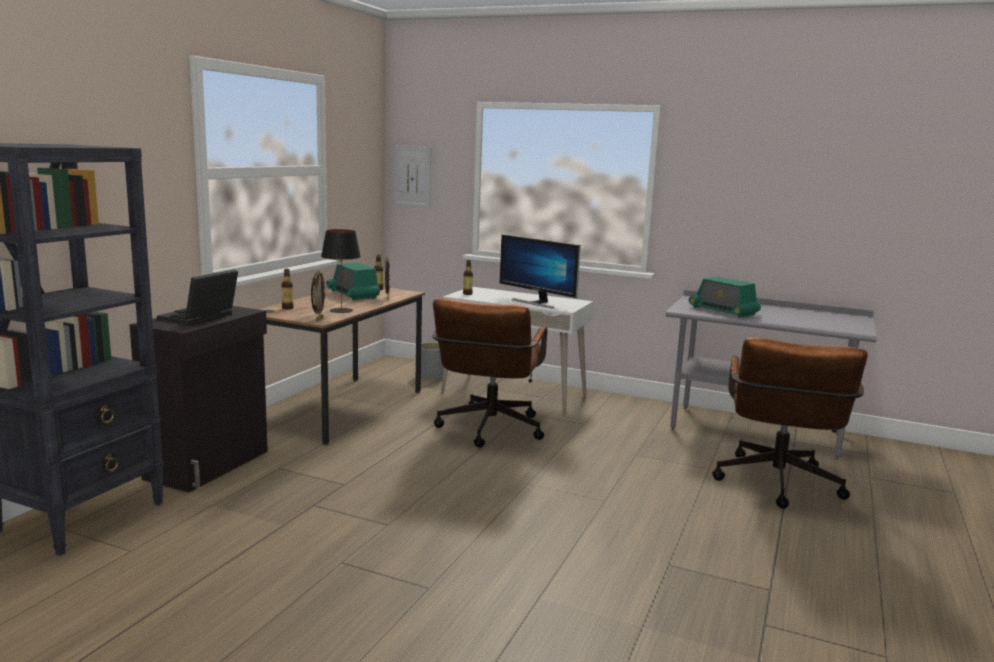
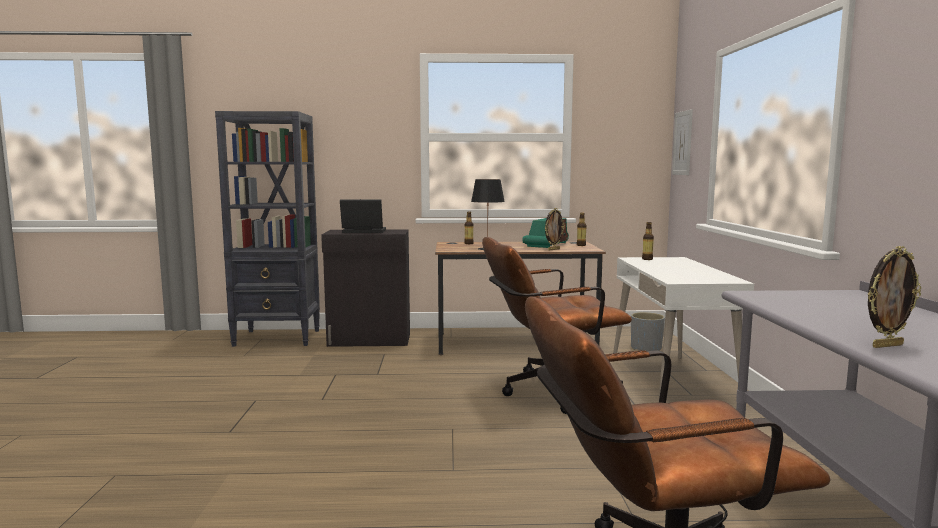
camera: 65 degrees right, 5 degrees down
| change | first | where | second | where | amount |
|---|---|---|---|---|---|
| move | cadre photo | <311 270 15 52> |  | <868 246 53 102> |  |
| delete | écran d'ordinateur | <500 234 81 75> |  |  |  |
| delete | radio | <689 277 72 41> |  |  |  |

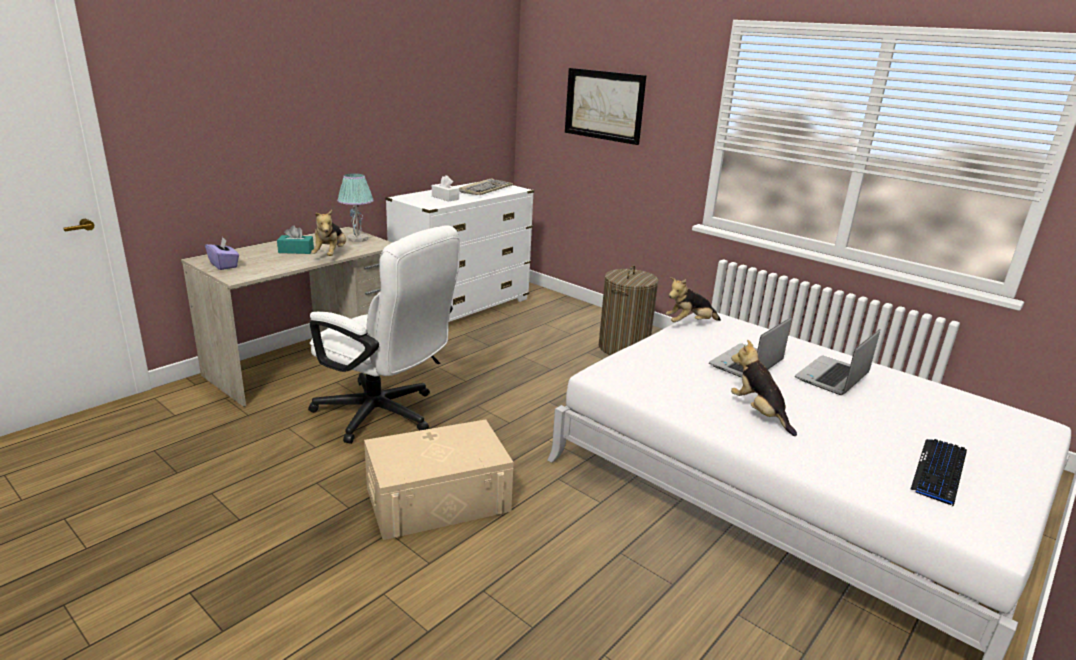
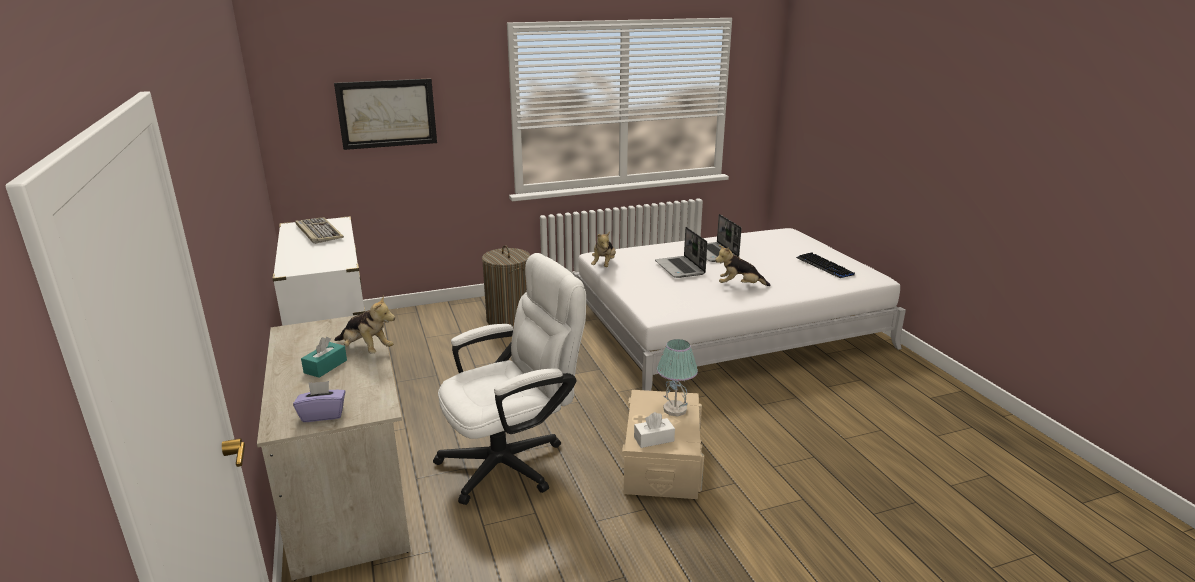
camera: 60 degrees left, 0 degrees up
| change | first | where | second | where | amount |
|---|---|---|---|---|---|
| move | lampe de table | <337 173 37 69> |  | <657 339 41 77> |  |
| move | boîte à mouchoirs/blanc | <432 175 27 27> |  | <634 412 41 36> |  |

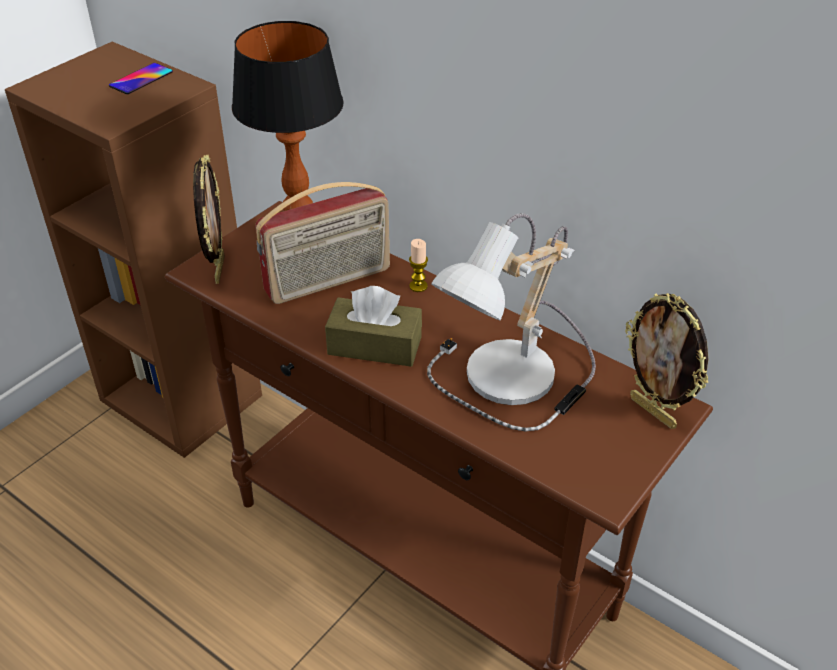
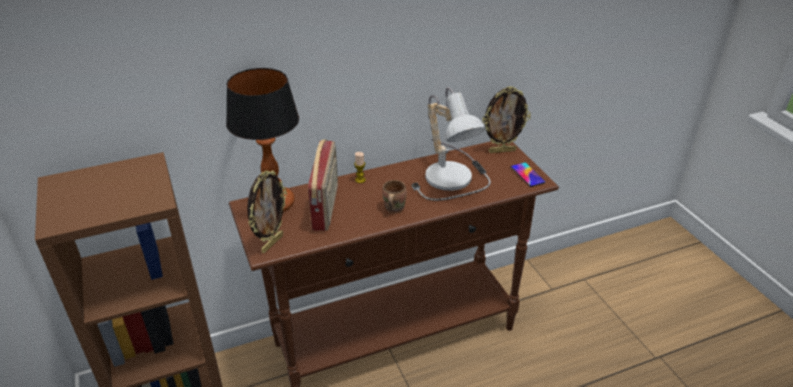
camera: 60 degrees left, 5 degrees down
| change | first | where | second | where | amount |
|---|---|---|---|---|---|
| move | téléphone | <109 63 64 31> |  | <511 162 35 25> |  |
| rotate | cadre photo | <193 155 32 129> |  | <247 170 40 83> | 90 degrees clockwise |
| replace | boîte à mouchoirs/marron | <325 286 97 81> | mug/marron | <382 180 25 33> |  |

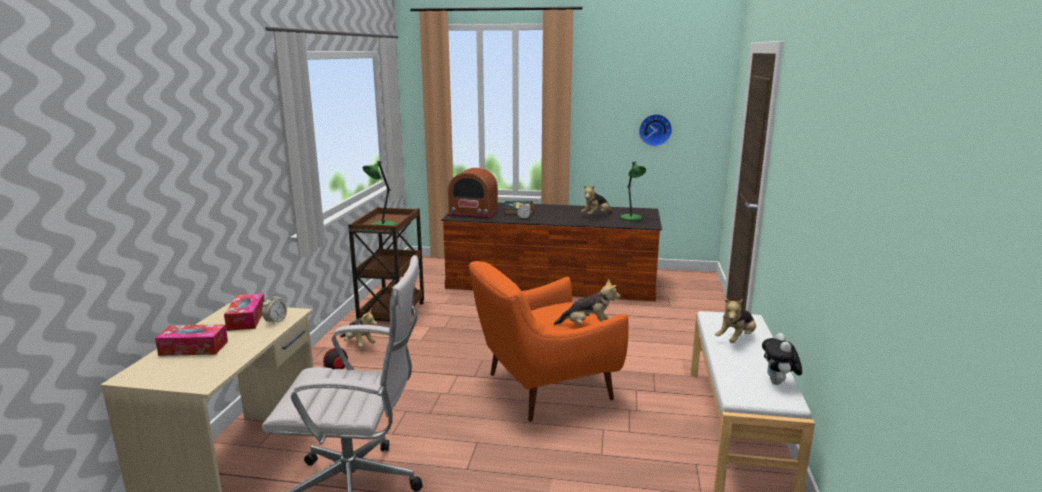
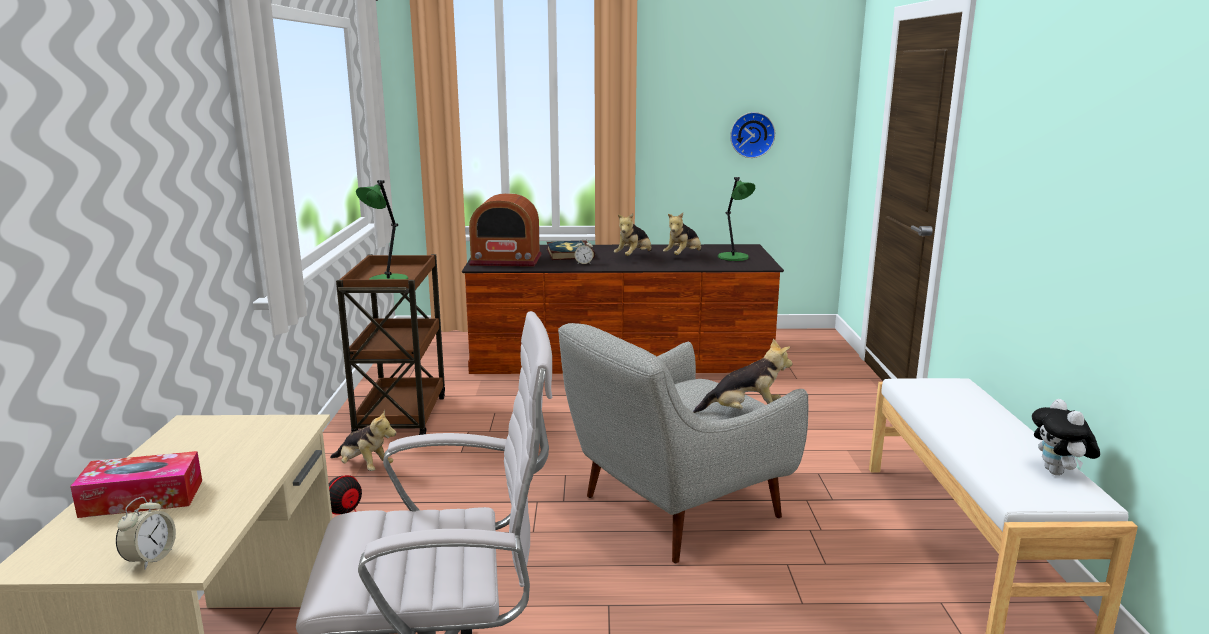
camera: 10 degrees left, 0 degrees up
| change | first | where | second | where | amount |
|---|---|---|---|---|---|
| delete | boîte à mouchoirs | <224 293 41 38> |  |  |  |
| move | réveil | <262 293 25 32> |  | <116 497 60 73> |  |
| recolor | fauteuil/orange | <469 261 159 161> | fauteuil/gris | <558 323 250 240> |  |
| move | peluche | <715 299 41 44> |  | <614 213 38 43> |  |

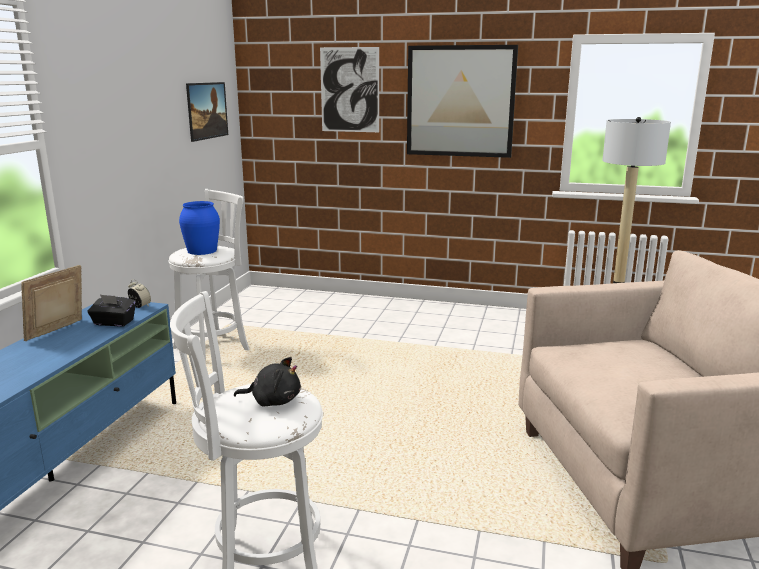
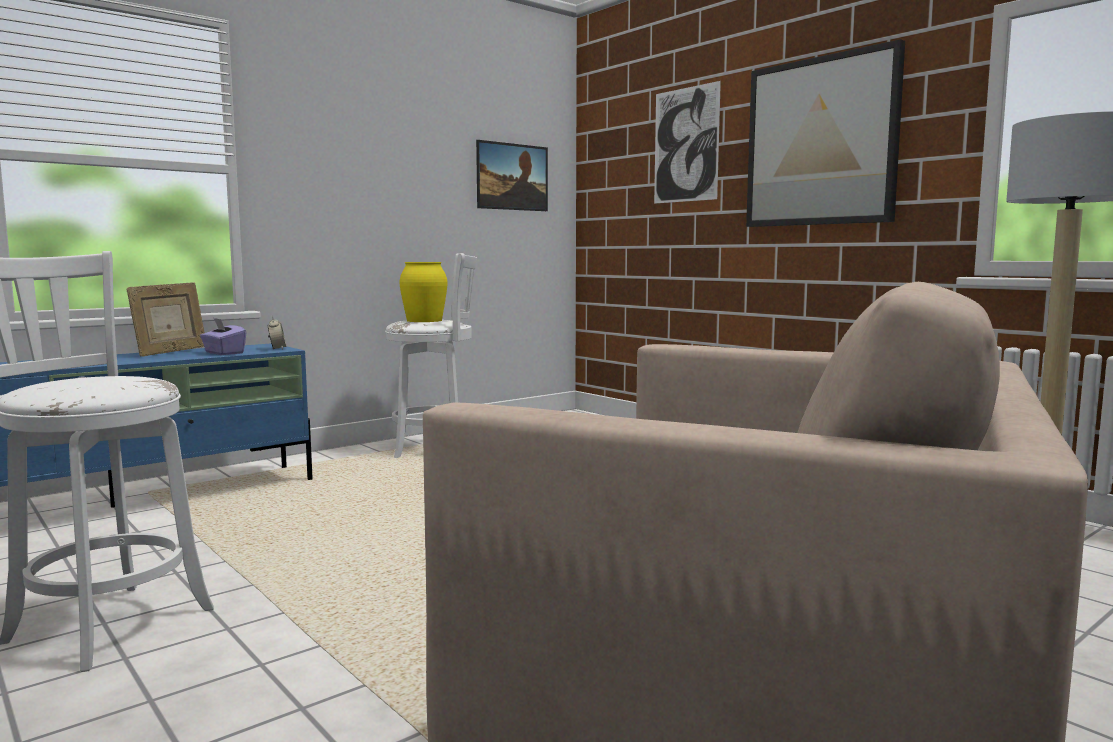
camera: 35 degrees right, 10 degrees down
| change | first | where | second | where | amount |
|---|---|---|---|---|---|
| rotate | cadre photo | <21 265 61 76> |  | <127 282 77 74> | 150 degrees clockwise |
| recolor | boîte à mouchoirs/noir | <88 295 48 32> | boîte à mouchoirs/violet | <200 318 46 37> |  |
| recolor | vase/bleu | <179 201 41 54> | vase/jaune | <400 262 47 60> |  |
| delete | peluche/noir | <234 357 67 50> |  |  |  |

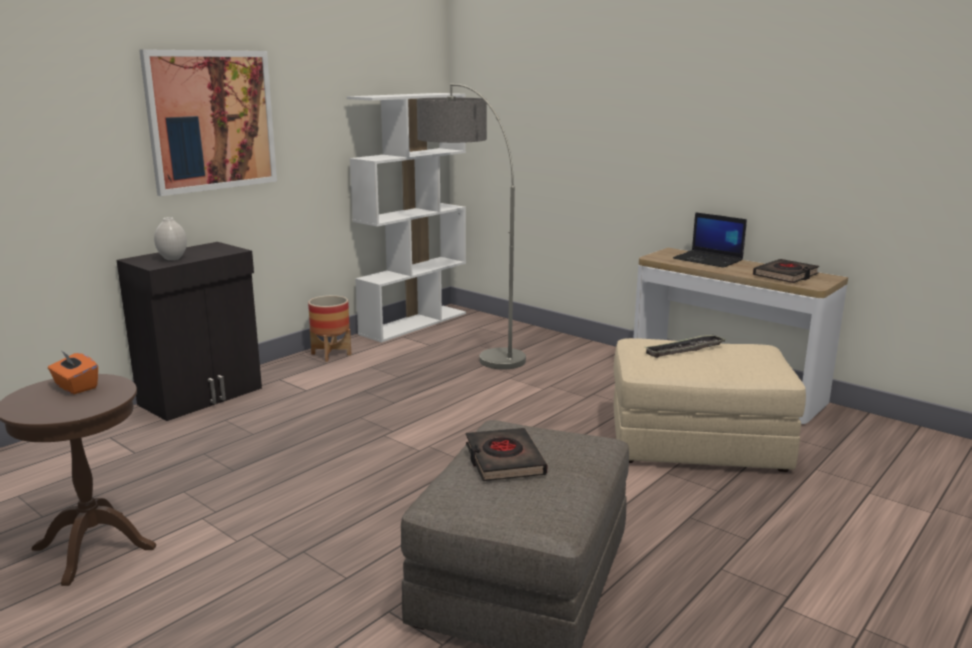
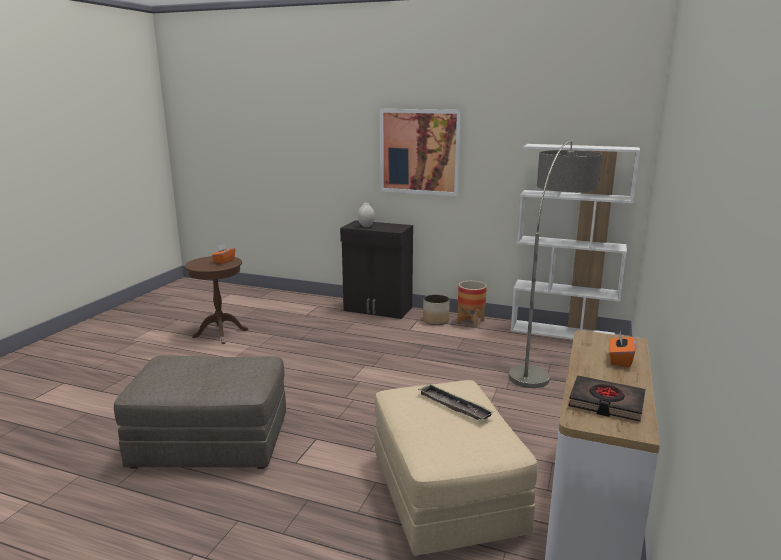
camera: 70 degrees right, 0 degrees up
| change | first | where | second | where | amount |
|---|---|---|---|---|---|
| delete | livre/noir | <466 428 81 53> |  |  |  |
| replace | ordinateur portable | <673 212 74 56> | boîte à mouchoirs/orange | <609 331 27 36> |  |
| insert |  |  | cache-pot | <423 294 27 31> |  |

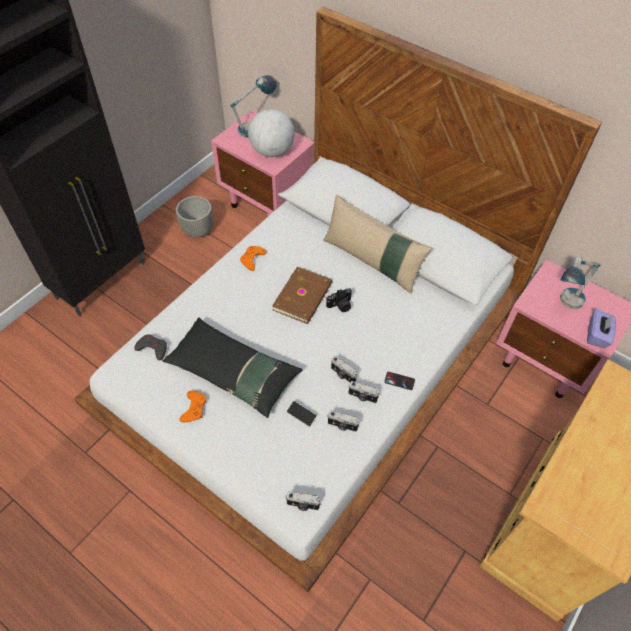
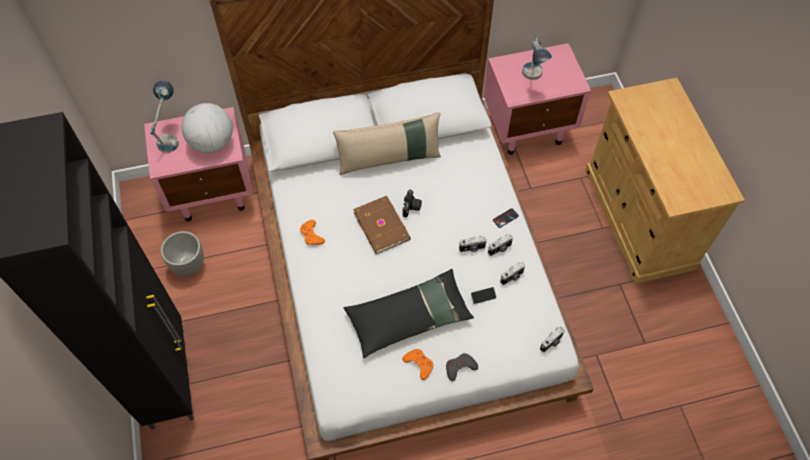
camera: 50 degrees left, 5 degrees up
| change | first | where | second | where | amount |
|---|---|---|---|---|---|
| move | manette/gris | <134 334 33 26> |  | <446 353 32 28> |  |
| delete | boîte à mouchoirs/violet | <587 308 29 40> |  |  |  |

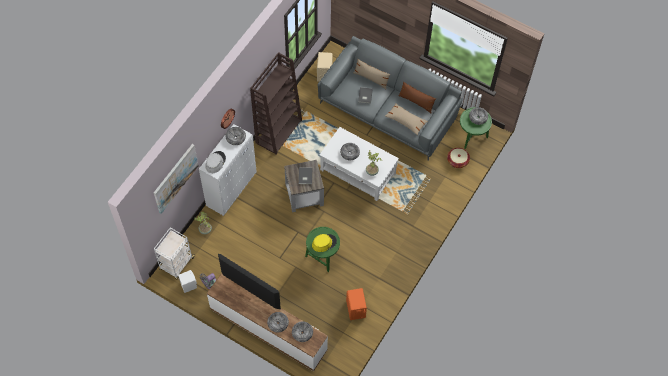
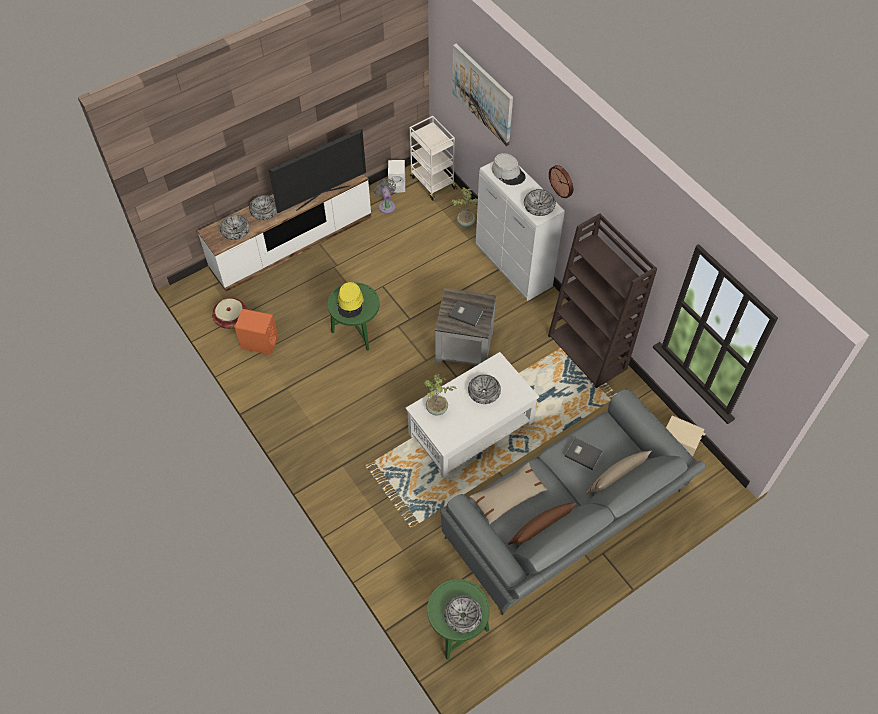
camera: 115 degrees right, 5 degrees down
| change | first | where | second | where | amount |
|---|---|---|---|---|---|
| move | panier | <447 148 23 20> |  | <212 298 35 31> |  |

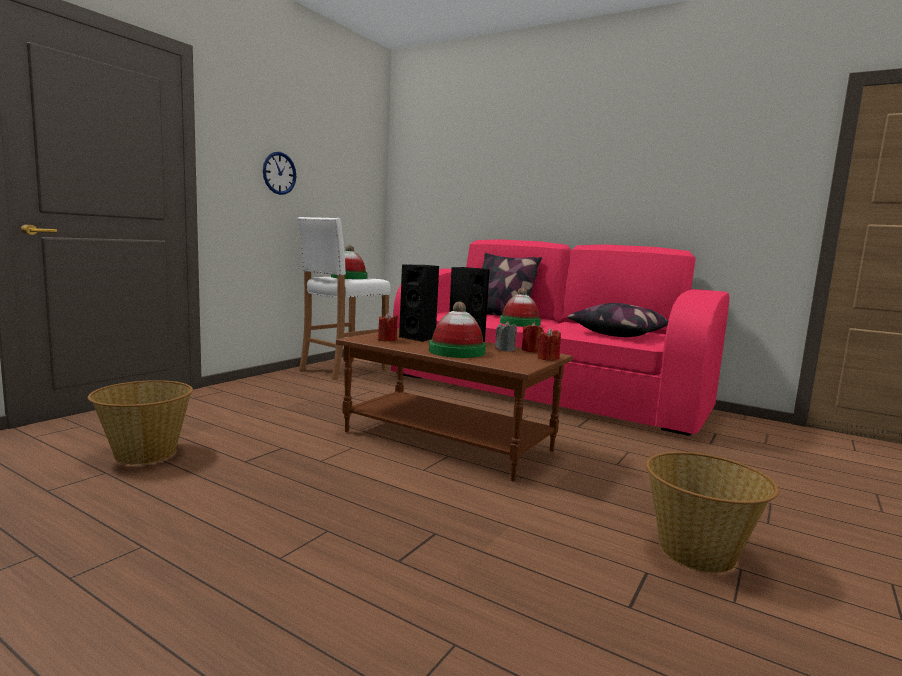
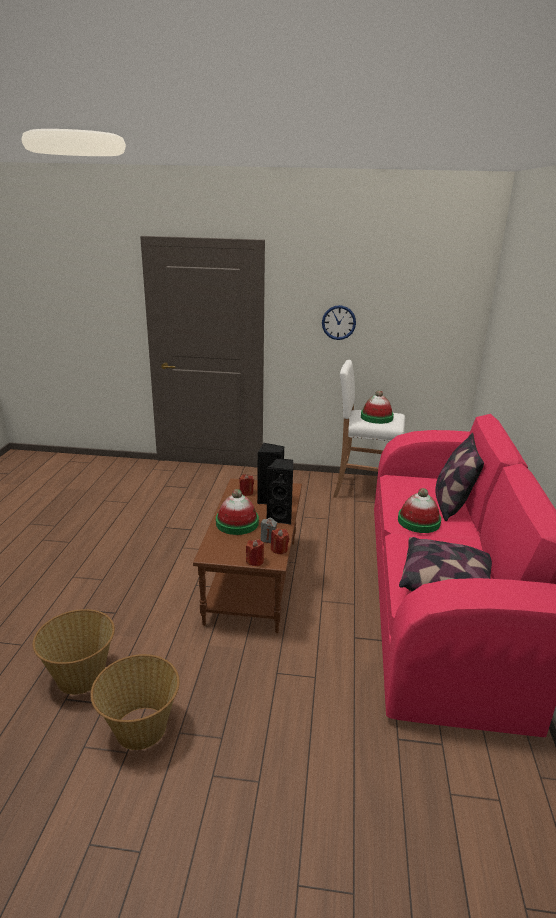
camera: 65 degrees right, 15 degrees up
| change | first | where | second | where | amount |
|---|---|---|---|---|---|
| move | panier | <88 380 105 85> |  | <33 609 82 86> |  |

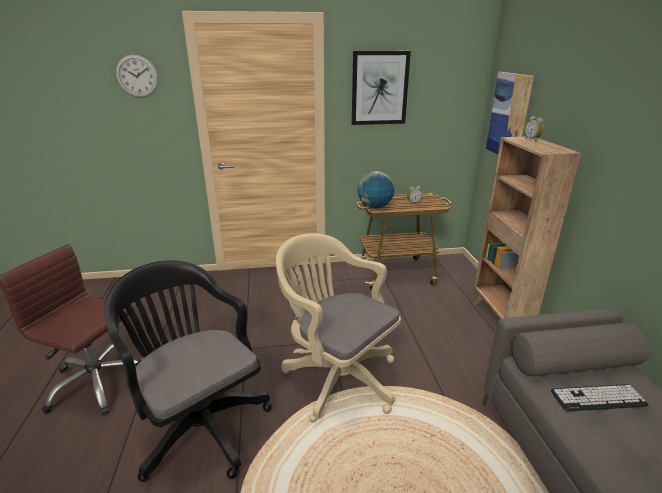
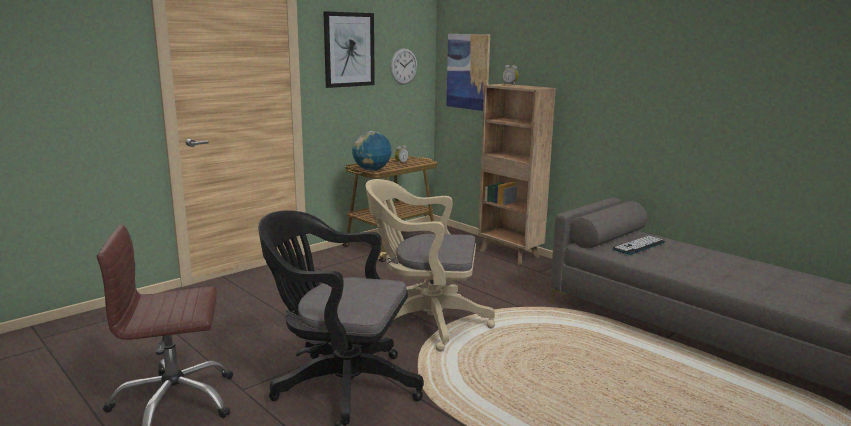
camera: 35 degrees left, 10 degrees down
| change | first | where | second | where | amount |
|---|---|---|---|---|---|
| move | horloge murale | <116 54 43 44> |  | <390 48 27 37> |  |

